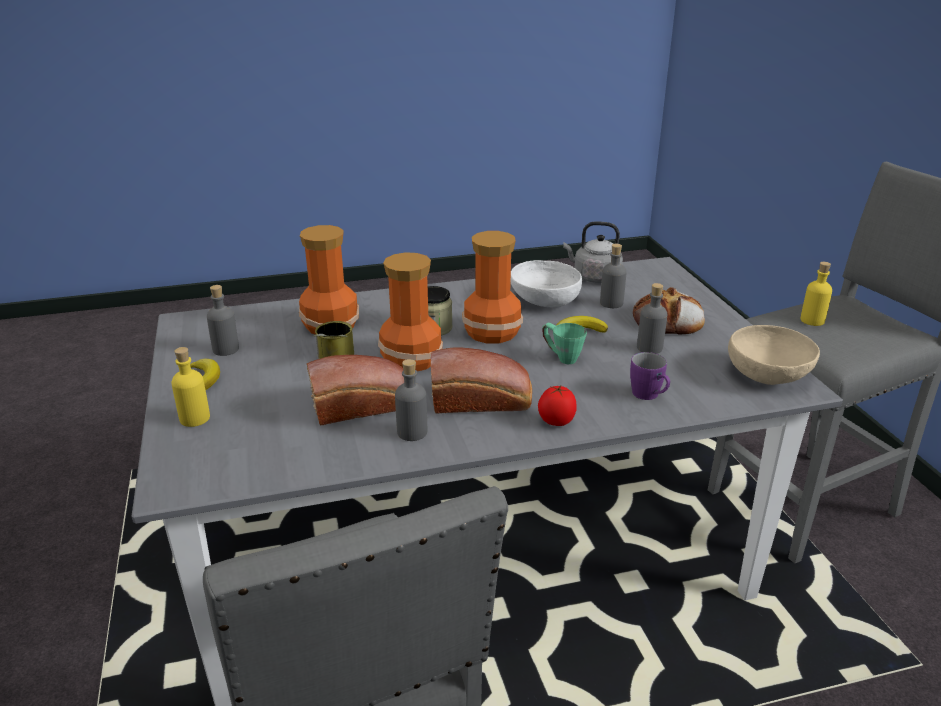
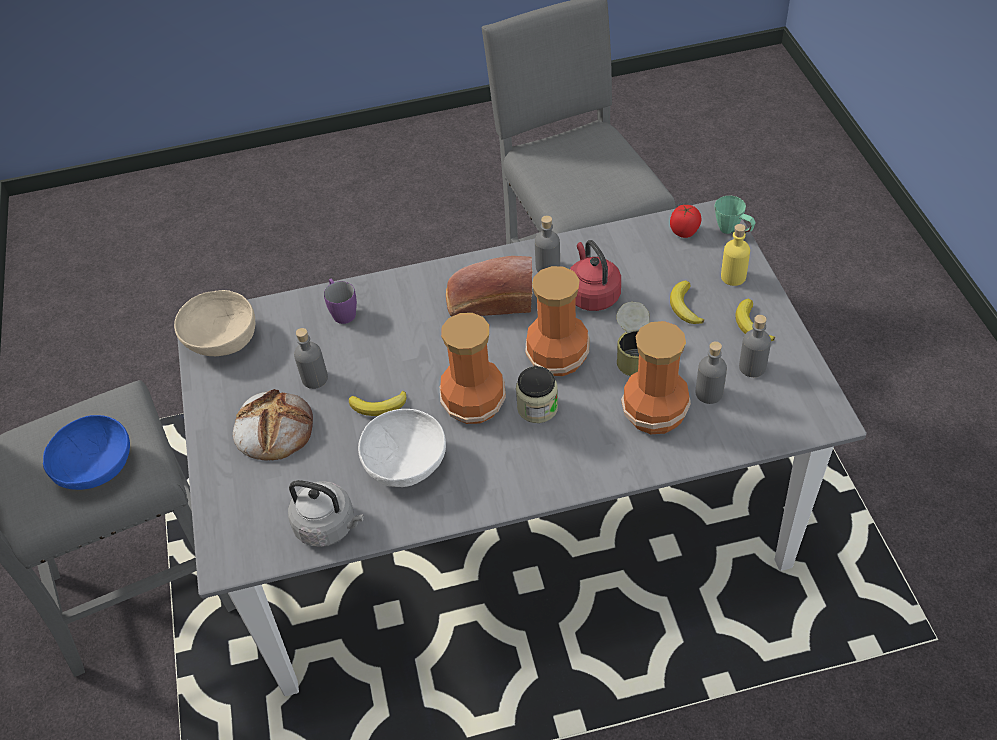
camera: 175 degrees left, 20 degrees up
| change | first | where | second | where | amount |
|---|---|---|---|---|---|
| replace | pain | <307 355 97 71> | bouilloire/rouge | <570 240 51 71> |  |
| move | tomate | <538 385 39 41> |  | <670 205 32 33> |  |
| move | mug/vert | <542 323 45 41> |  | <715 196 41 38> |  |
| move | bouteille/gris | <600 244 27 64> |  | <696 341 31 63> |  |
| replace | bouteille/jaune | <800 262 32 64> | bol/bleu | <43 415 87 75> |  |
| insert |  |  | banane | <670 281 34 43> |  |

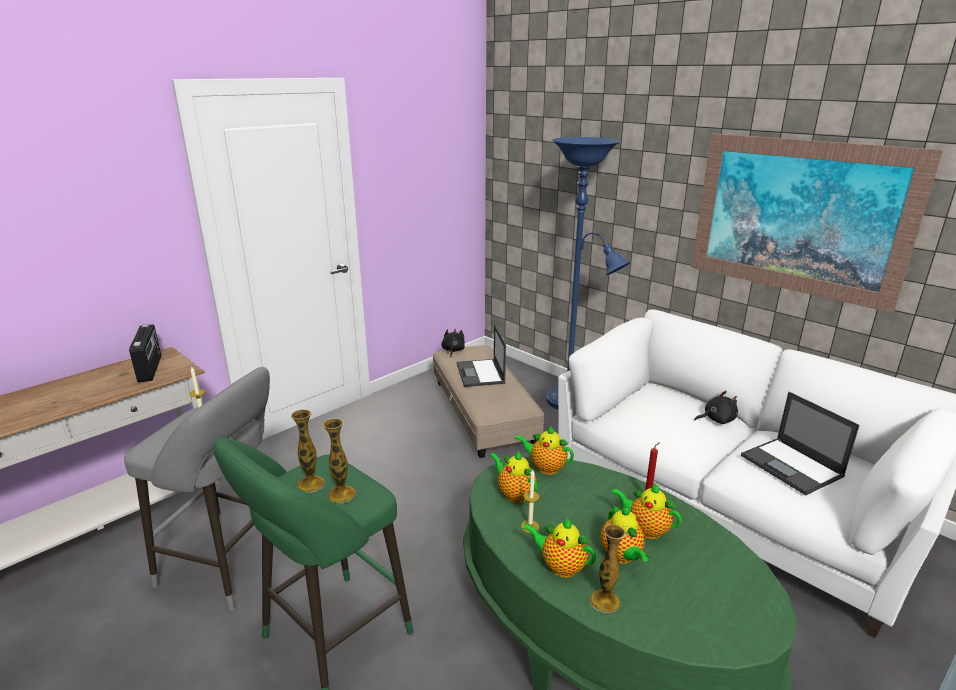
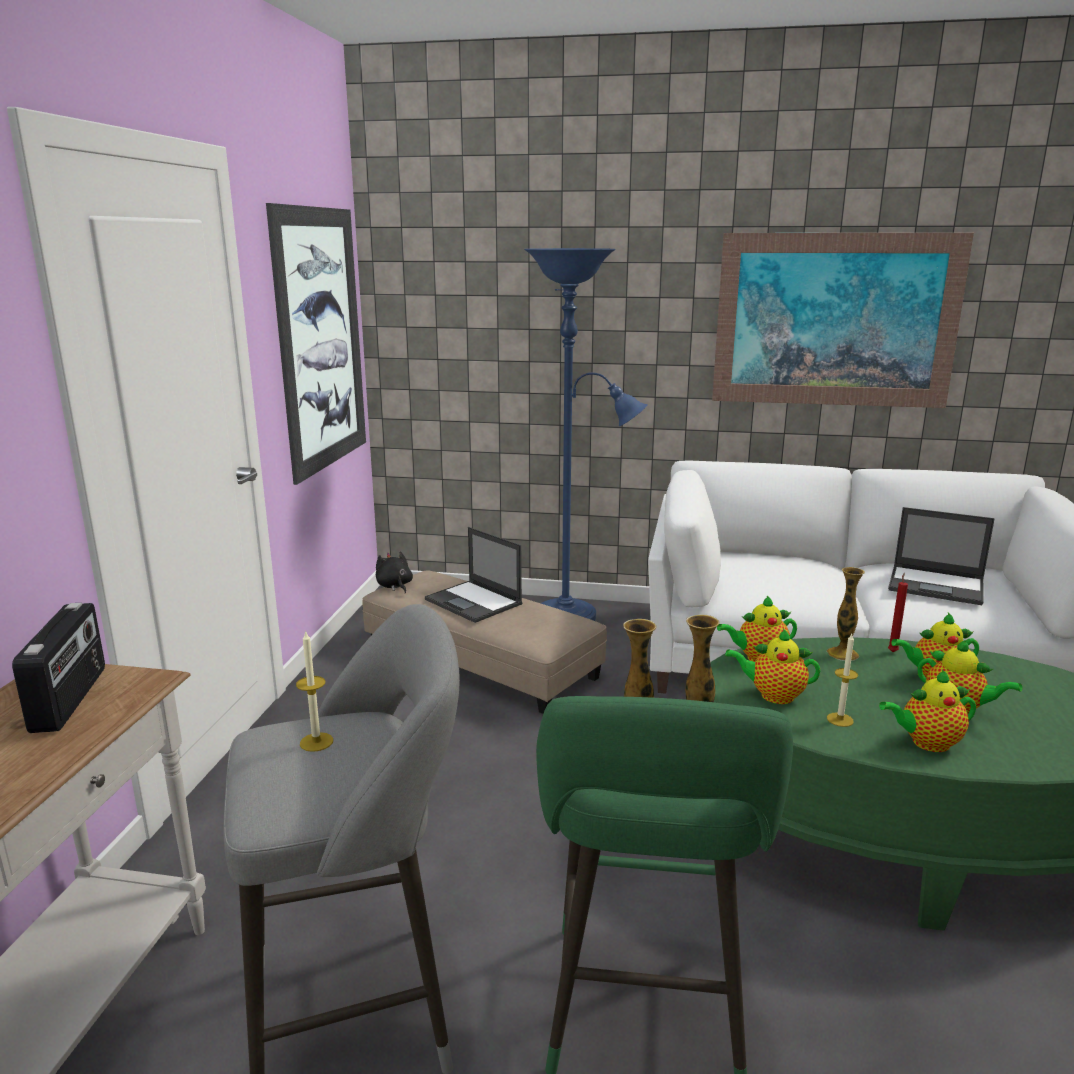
camera: 35 degrees left, 5 degrees down
| change | first | where | second | where | amount |
|---|---|---|---|---|---|
| rotate | radio | <129 324 32 59> |  | <12 603 93 130> | 45 degrees clockwise |
| move | vase | <590 524 36 89> |  | <826 567 39 94> |  |
| delete | peluche/noir | <694 391 44 33> |  |  |  |
| insert |  |  | tableau | <266 203 100 282> |  |

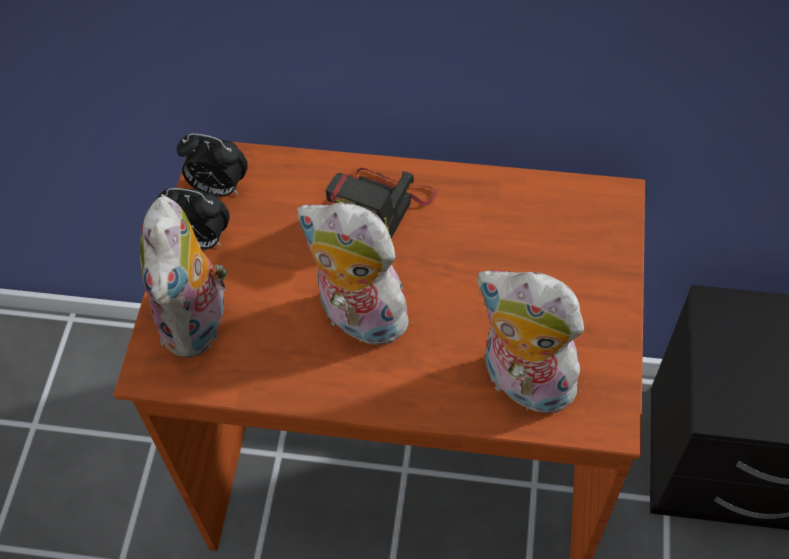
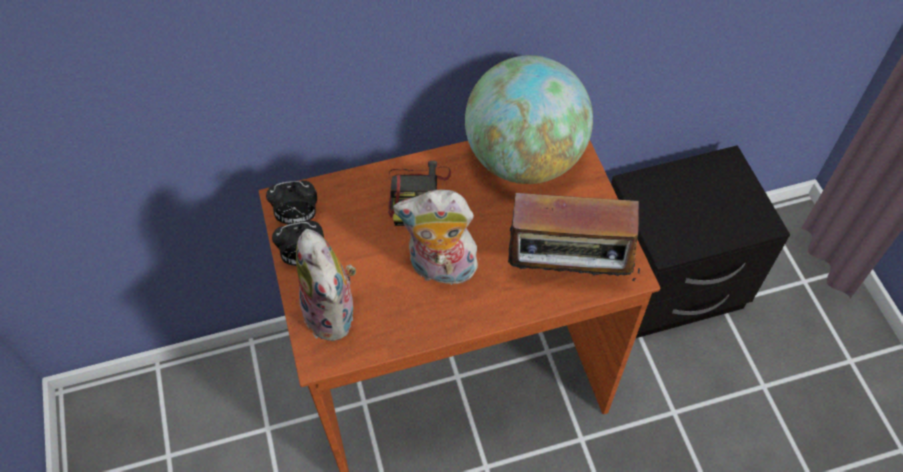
camera: 25 degrees left, 0 degrees up
| change | first | where | second | where | amount |
|---|---|---|---|---|---|
| replace | peluche | <477 270 107 143> | radio | <503 192 137 89> |  |
| insert |  |  | globe | <465 55 128 129> |  |

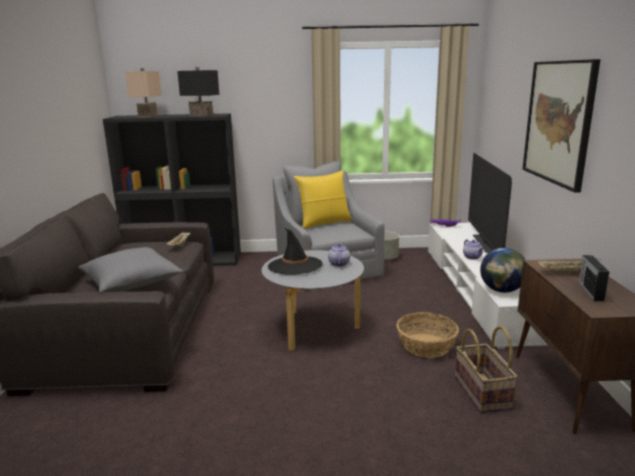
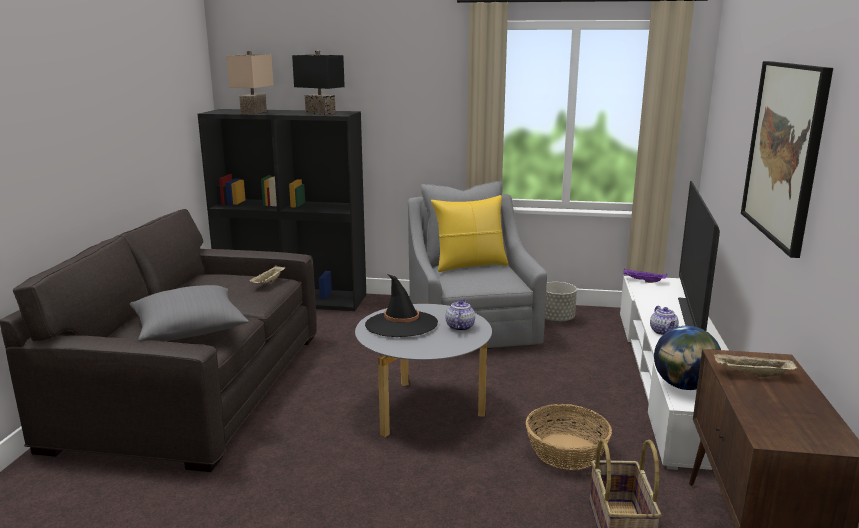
camera: 10 degrees right, 0 degrees up
| change | first | where | second | where | amount |
|---|---|---|---|---|---|
| delete | radio | <579 255 30 46> |  |  |  |

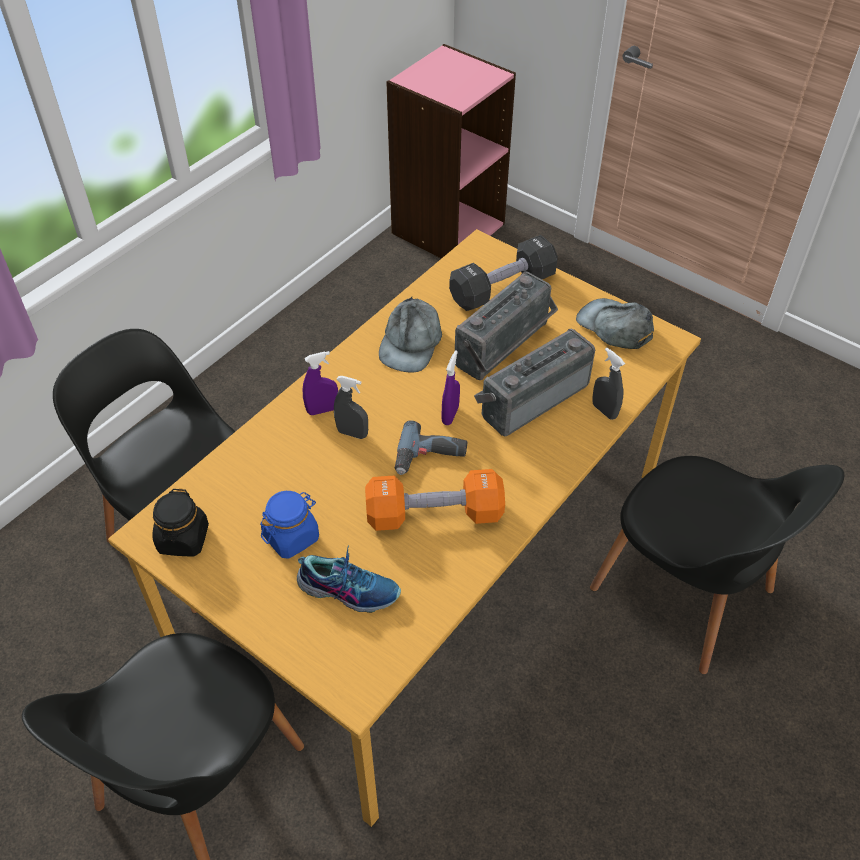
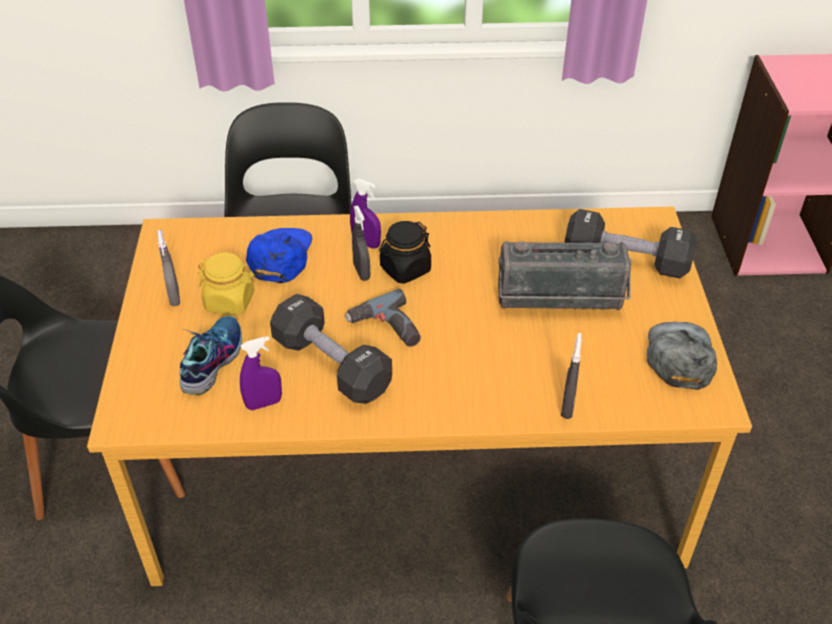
camera: 50 degrees right, 5 degrees down
| change | first | where | second | where | amount |
|---|---|---|---|---|---|
| move | bocal/noir | <153 488 56 69> |  | <379 221 52 63> |  |
| recolor | bocal/bleu | <260 491 59 68> | bocal/jaune | <198 252 56 63> |  |
| rotate | chaussure | <297 545 104 68> |  | <179 316 63 79> | 135 degrees counterclockwise |
| recolor | haltère/orange | <365 469 140 62> | haltère/noir | <270 294 122 110> |  |
| delete | casquette/gris | <379 297 63 76> |  |  |  |
| move | vaporisateur/violet | <442 350 18 75> |  | <240 336 42 74> |  |
| delete | radio | <474 329 121 108> |  |  |  |
| insert |  |  | vaporisateur/gris | <157 230 23 76> |  |
| insert |  |  | casquette/bleu | <246 228 66 55> |  |

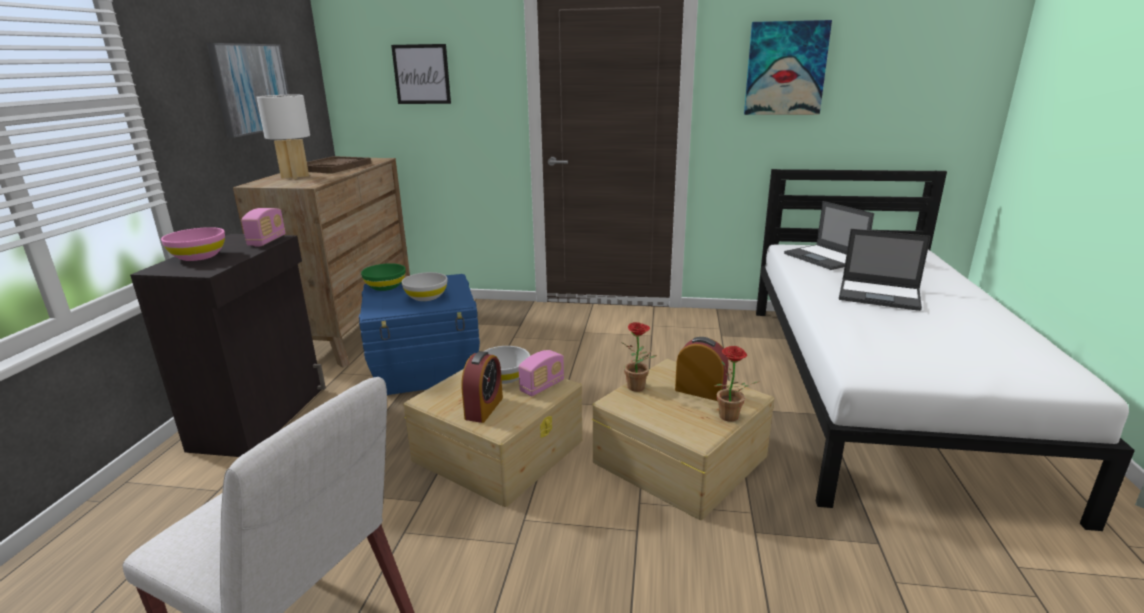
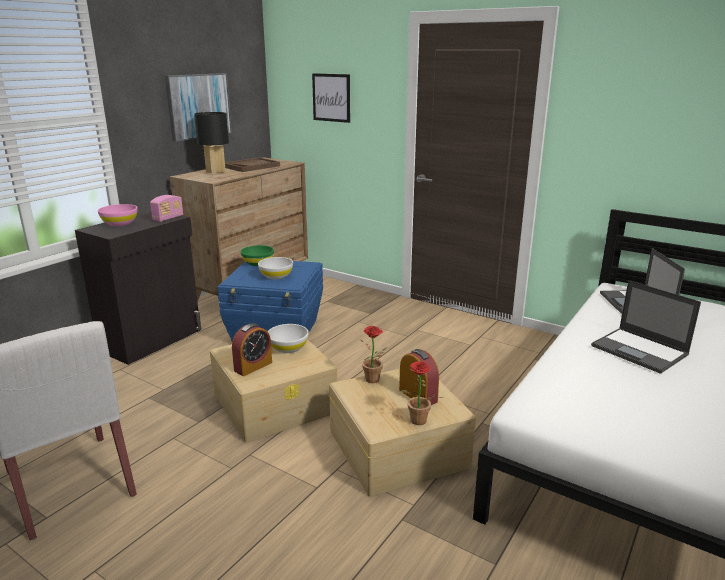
camera: 25 degrees right, 0 degrees up
| change | first | where | second | where | amount |
|---|---|---|---|---|---|
| recolor | lampe de table/blanc | <256 95 54 84> | lampe de table/noir | <194 112 35 62> |  |
| delete | radio | <518 350 46 46> |  |  |  |
| delete | tableau | <744 20 88 95> |  |  |  |

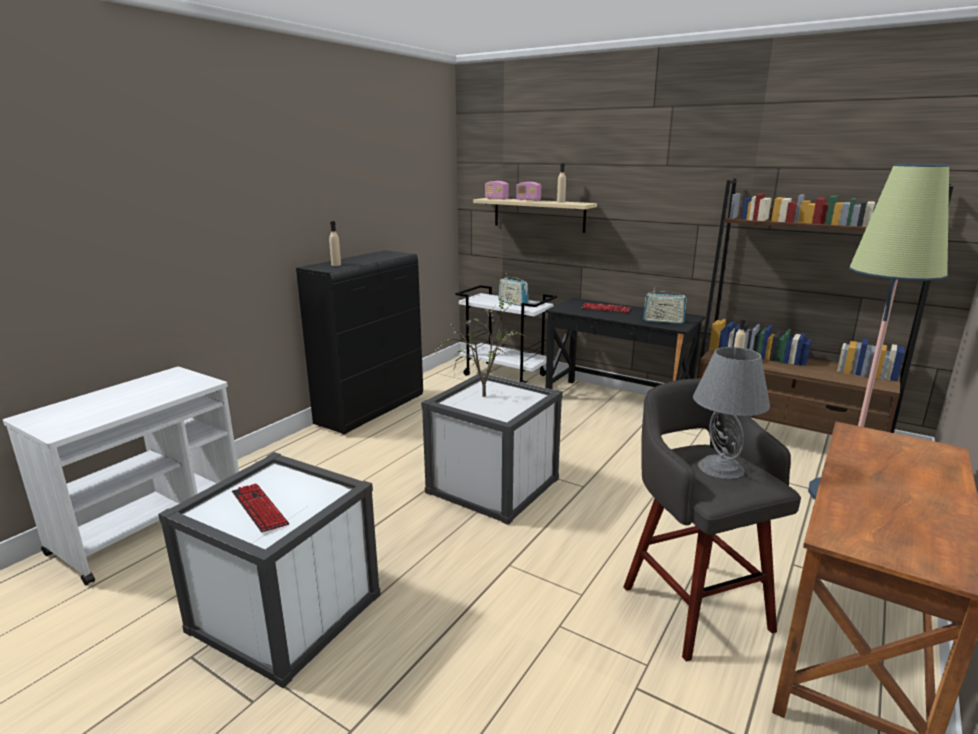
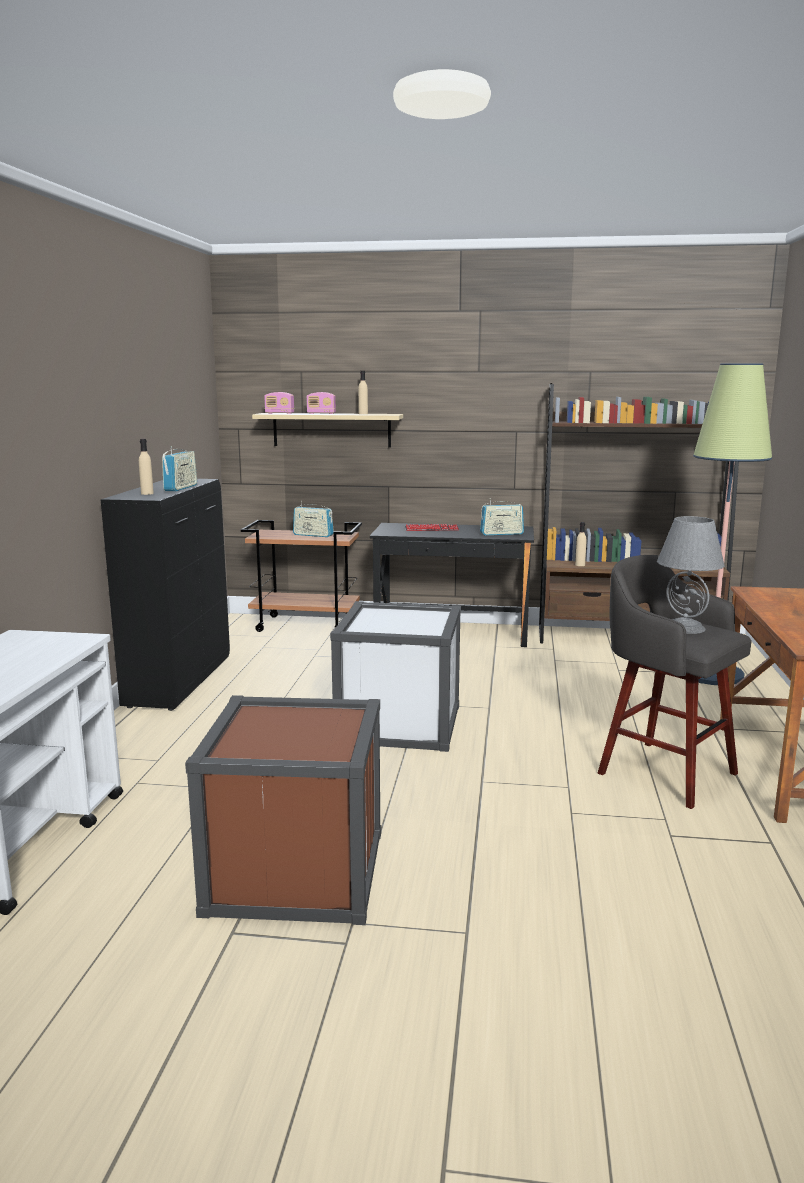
camera: 25 degrees left, 5 degrees down
| change | first | where | second | where | amount |
|---|---|---|---|---|---|
| recolor | boîte de rangement/blanc | <158 452 223 237> | boîte de rangement/marron | <185 695 196 230> |  |
| delete | clavier | <232 483 57 49> |  |  |  |
| delete | plante en pot | <434 293 93 104> |  |  |  |
| recolor | chariot/blanc | <455 285 102 98> | chariot/marron | <241 520 121 112> |  |
| insert |  |  | radio | <162 446 35 45> |  |

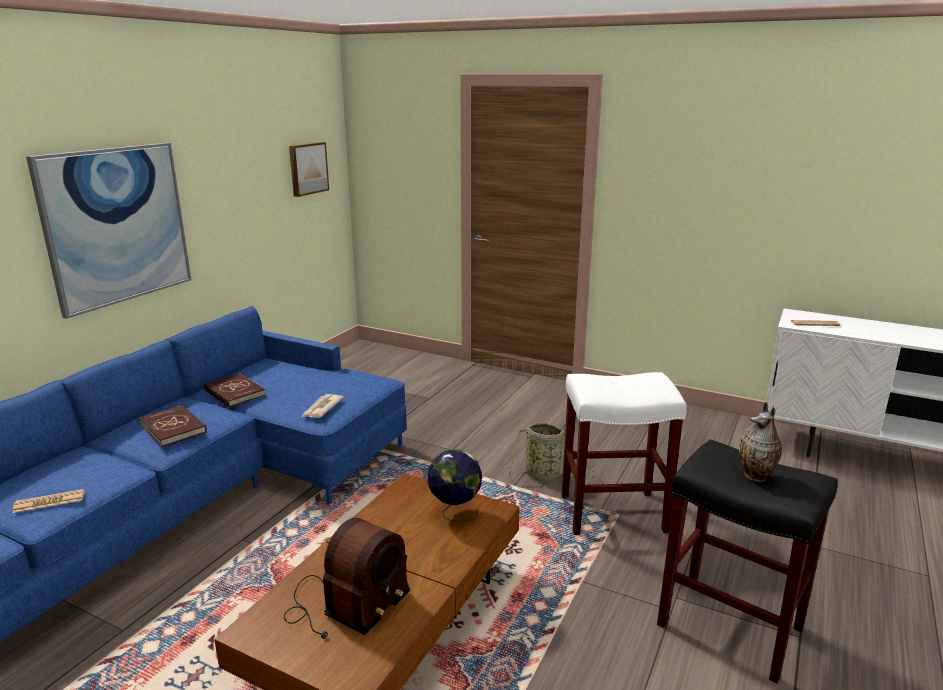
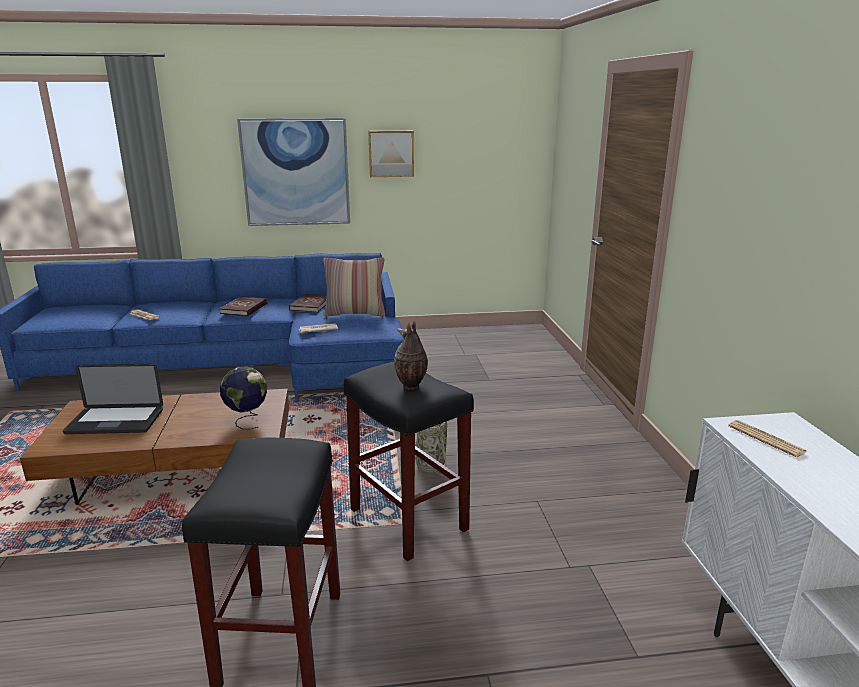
camera: 55 degrees right, 0 degrees up
| change | first | where | second | where | amount |
|---|---|---|---|---|---|
| replace | radio | <284 518 126 121> | ordinateur portable | <63 364 100 70> |  |
| move | tableau | <289 142 40 55> |  | <368 131 46 46> |  |
| recolor | tabouret/blanc | <562 372 125 163> | tabouret/noir | <344 362 130 199> |  |
| move | vase | <739 402 43 80> |  | <394 320 34 70> |  |
| insert |  |  | coussin | <324 257 61 60> |  |

